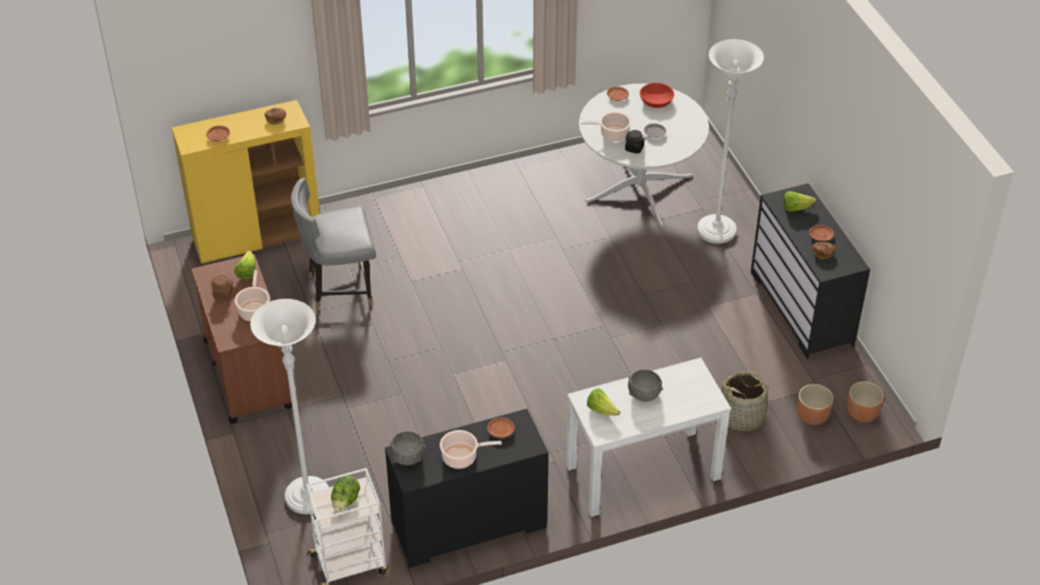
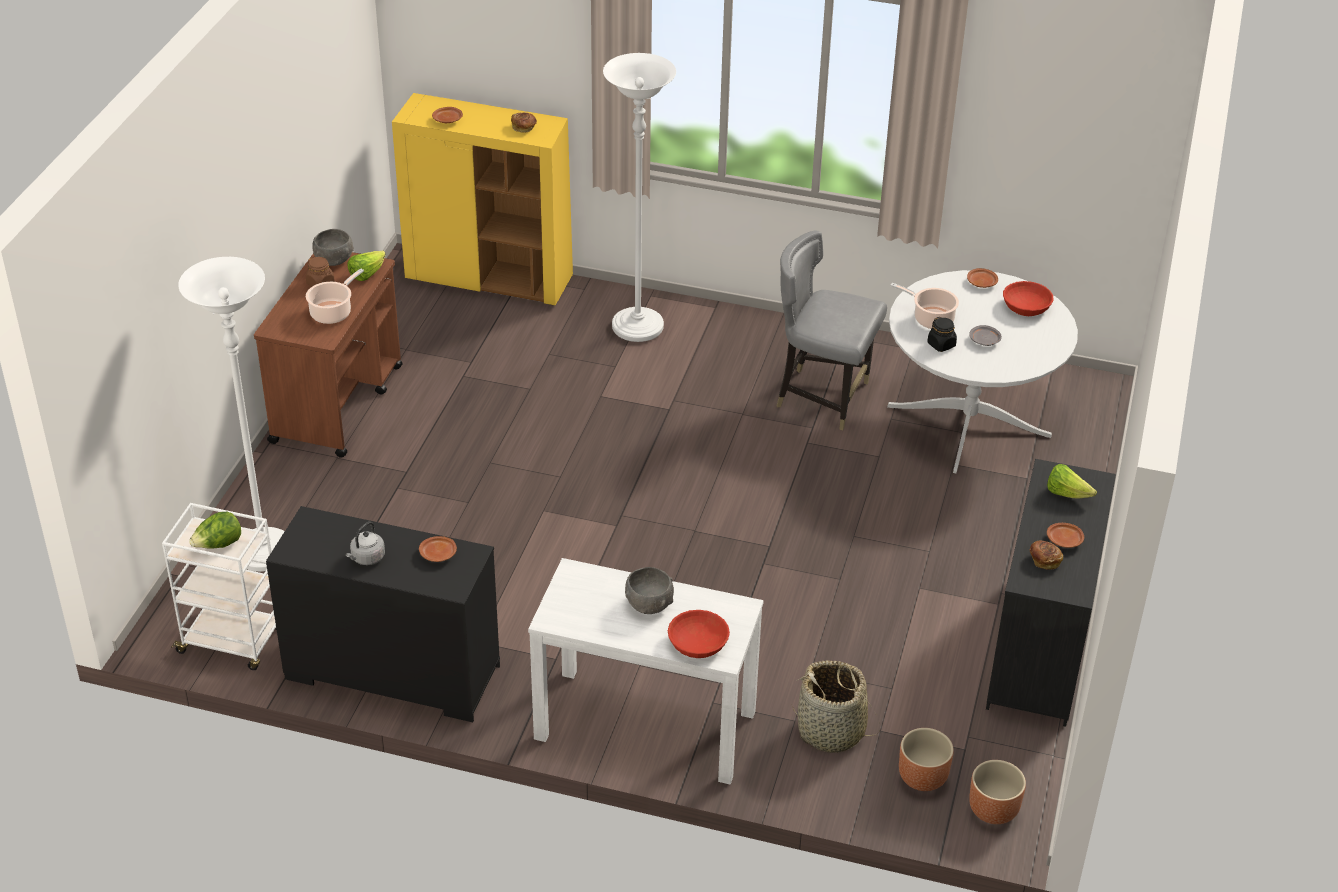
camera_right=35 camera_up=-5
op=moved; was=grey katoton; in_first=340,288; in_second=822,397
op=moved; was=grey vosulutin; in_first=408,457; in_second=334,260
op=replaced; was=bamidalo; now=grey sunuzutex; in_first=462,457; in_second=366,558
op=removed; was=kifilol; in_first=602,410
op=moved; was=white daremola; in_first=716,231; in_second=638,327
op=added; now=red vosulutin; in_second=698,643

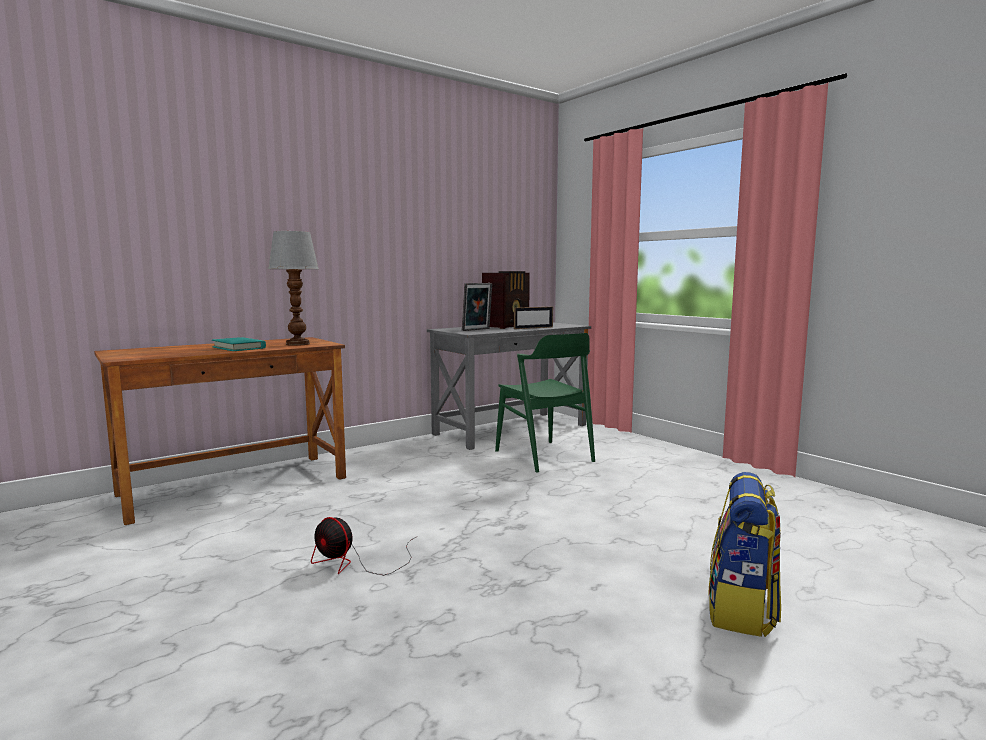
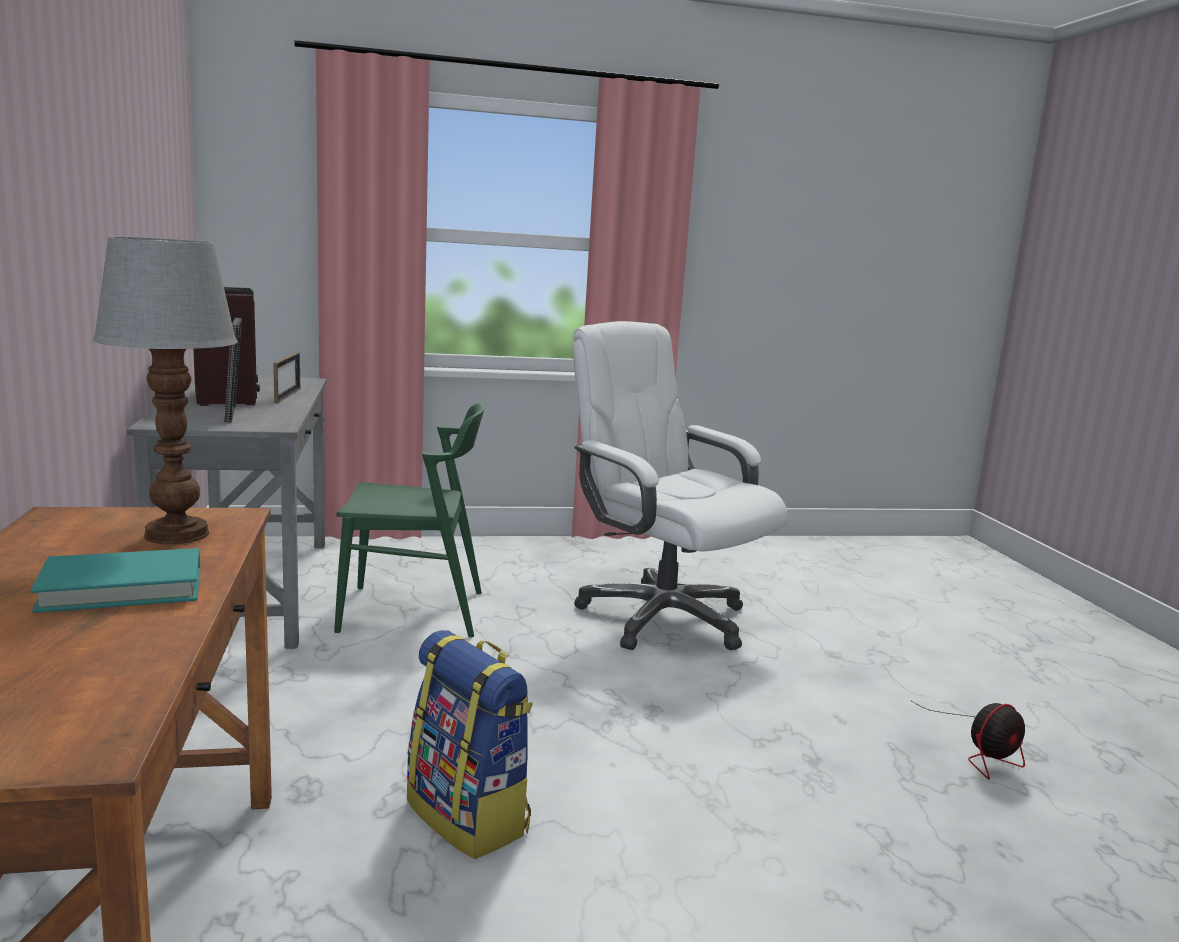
camera_right=-65 camera_up=5
op=moved; was=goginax; in_first=357,563; in_second=985,751
op=moved; was=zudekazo; in_first=742,610; in_second=470,816
op=added; now=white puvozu; in_second=662,617

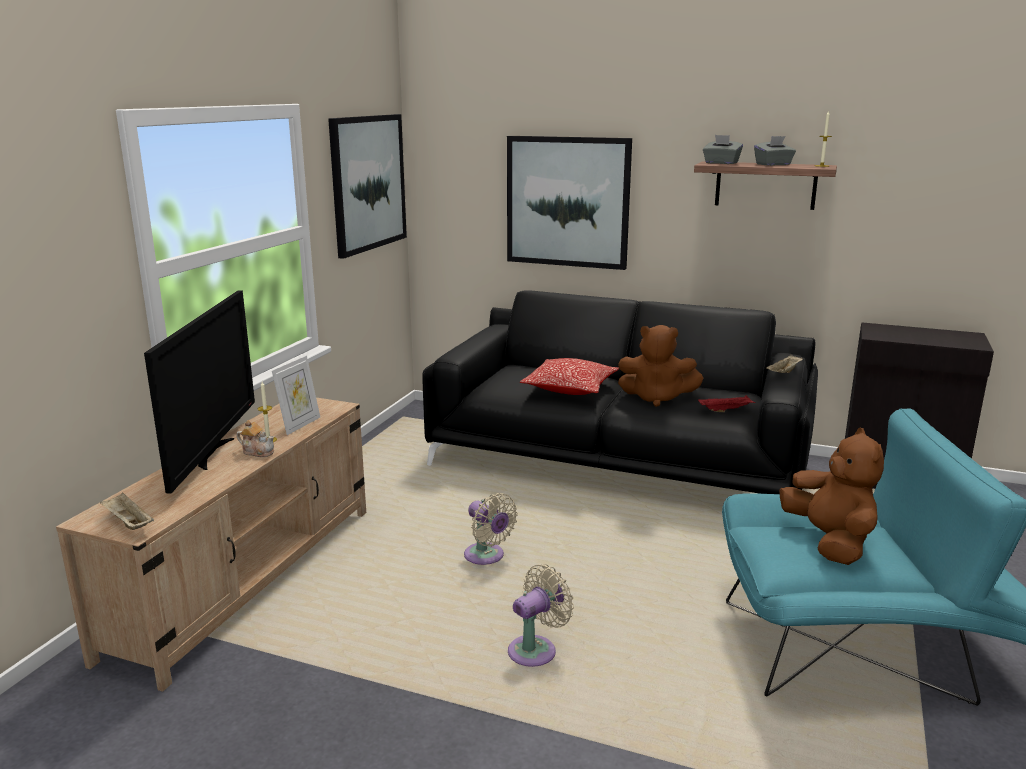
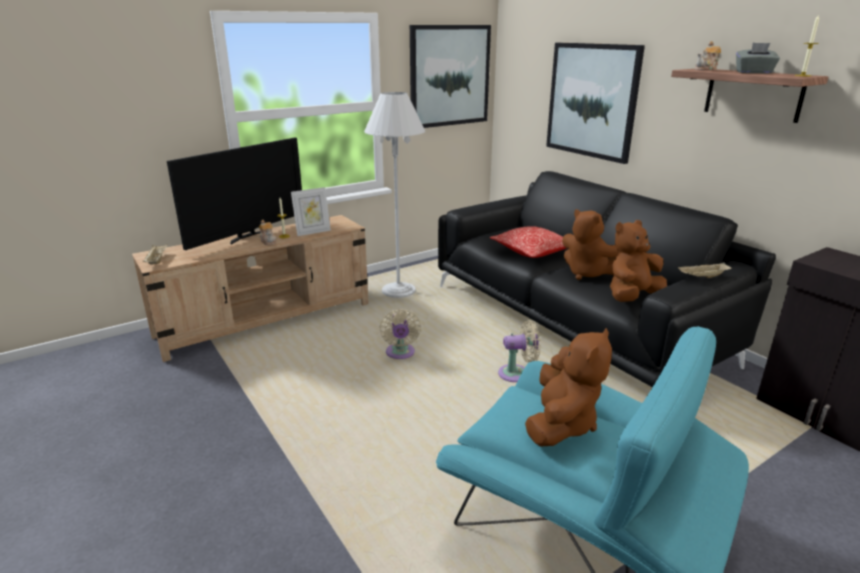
camera_right=35 camera_up=5
op=moved; was=beige goginax; in_first=536,650; in_second=517,374
op=replaced; was=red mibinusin; now=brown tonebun; in_first=726,410; in_second=632,297
op=replaced; was=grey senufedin; now=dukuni; in_first=721,163; in_second=706,69
op=added; now=white daremola; in_second=398,291

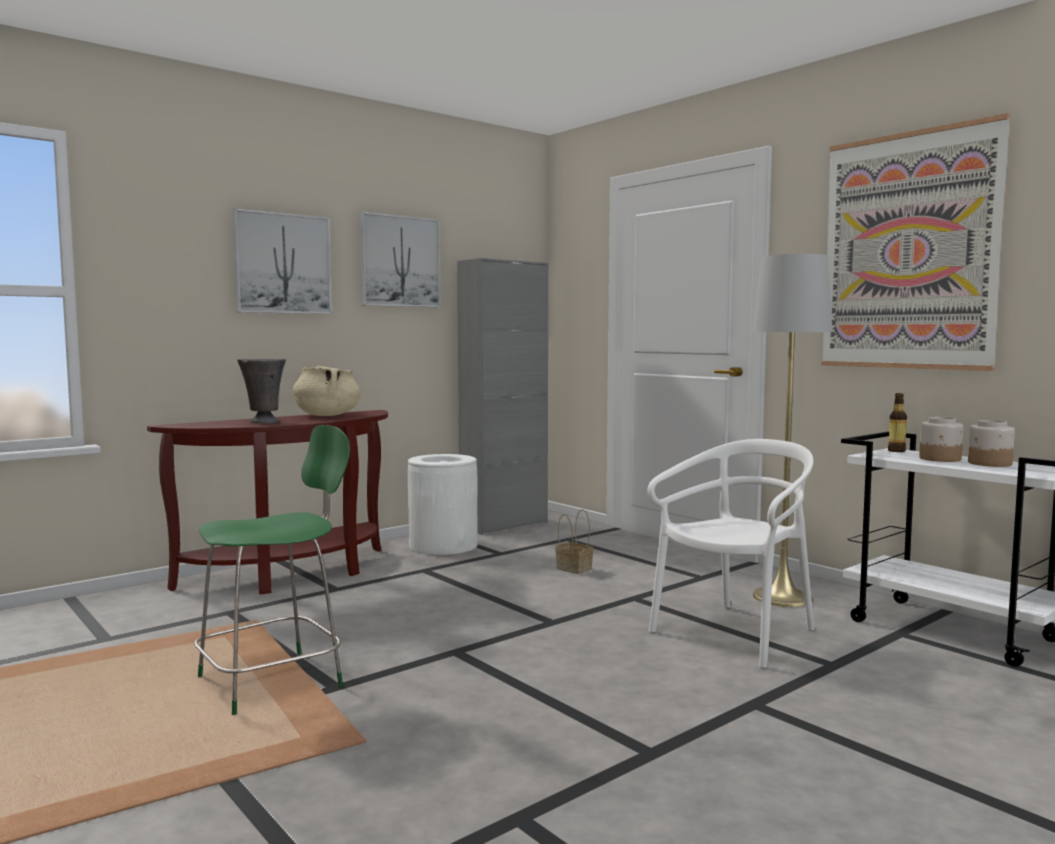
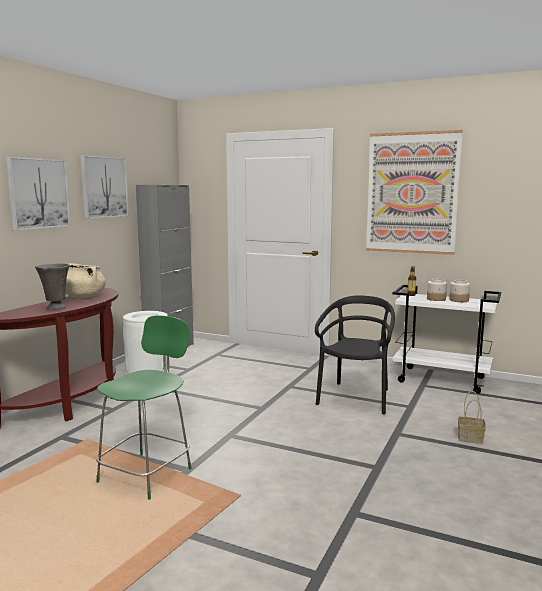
camera_right=-25 camera_up=5
op=moved; was=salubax; in_first=572,569; in_second=469,438
op=recoloured; was=white katoton; now=black katoton; in_first=735,633; in_second=356,398
op=removed; was=grey daremola; in_first=782,597

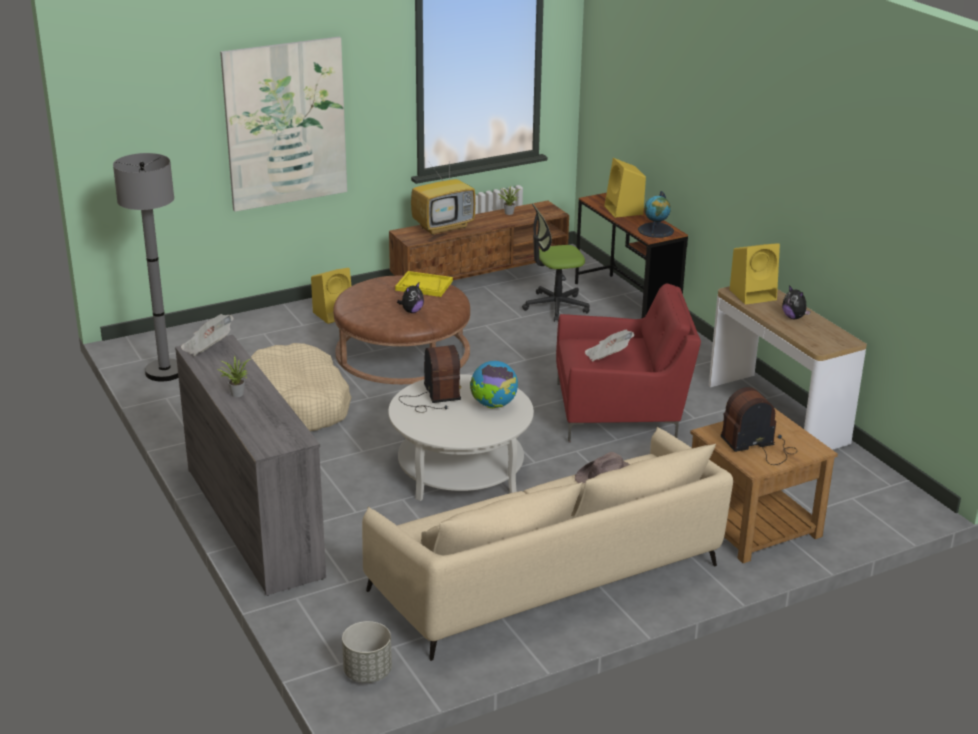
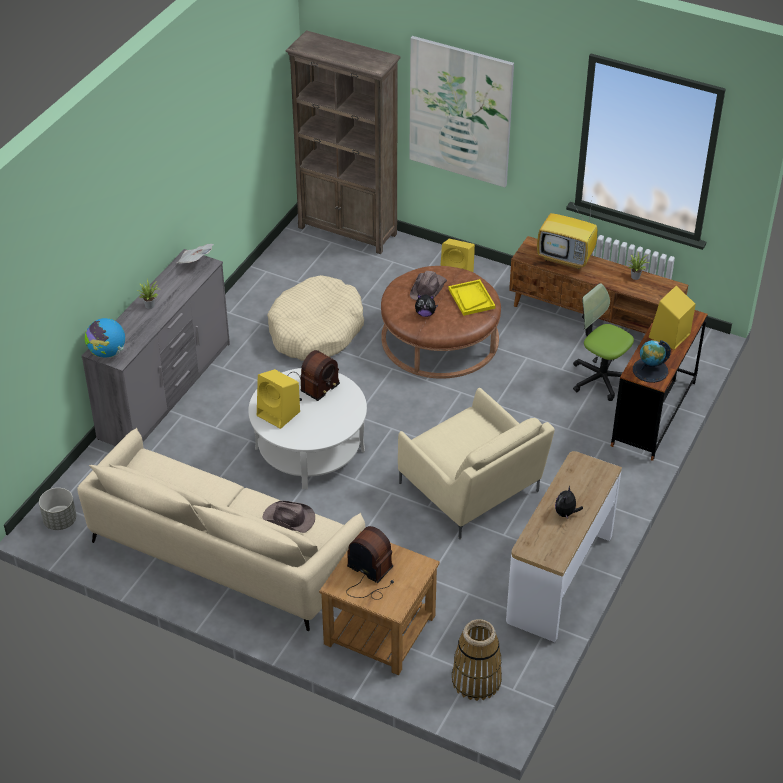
camera_right=55 camera_up=15
op=removed; was=grey daremola; in_first=165,372
op=moved; was=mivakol; in_first=493,405; in_second=107,352
op=recoloured; was=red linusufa; now=beige linusufa; in_first=621,411; in_second=472,491
op=removed; was=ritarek; in_first=607,356
op=moved; was=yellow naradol; in_first=753,294; in_second=279,414
op=added; now=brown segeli; in_second=348,231
op=added; now=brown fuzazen; in_second=428,288
op=added; now=salubax; in_second=476,680

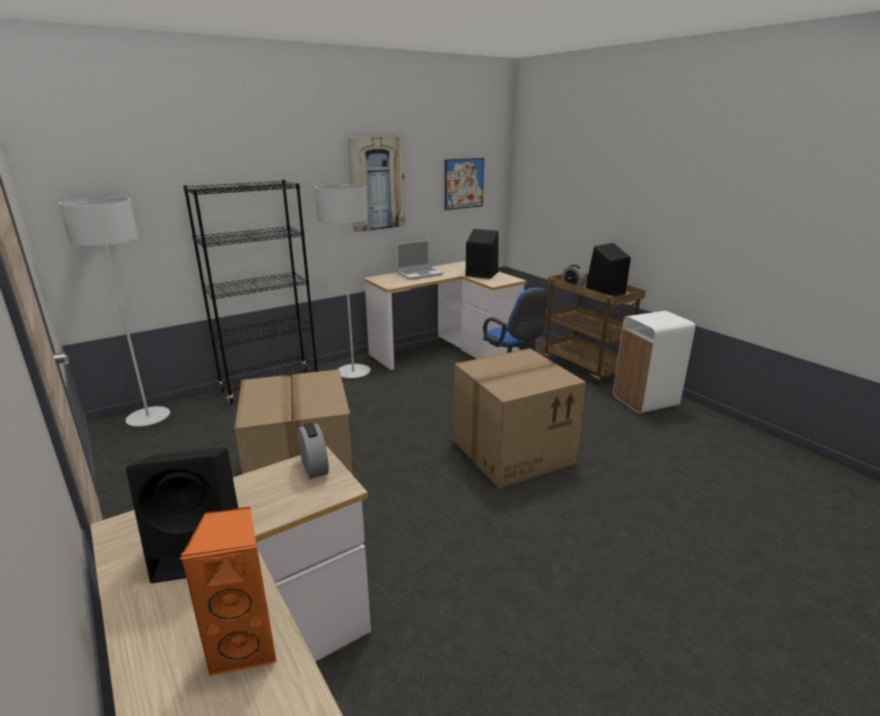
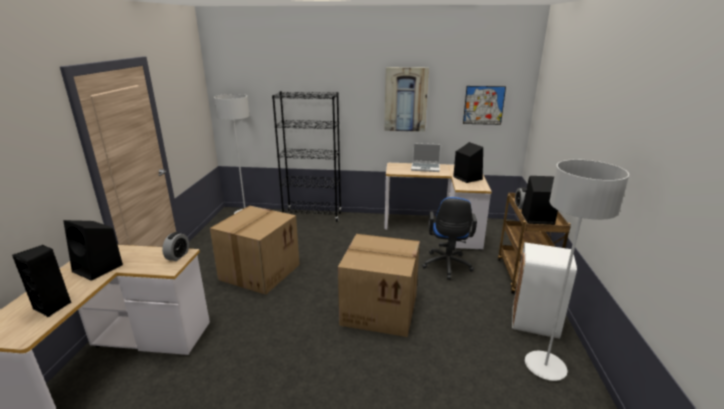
camera_right=40 camera_up=0
op=recoloured; was=orange naradol; now=black naradol; in_first=247,645; in_second=53,307
op=moved; was=grey daremola; in_first=353,372; in_second=545,367

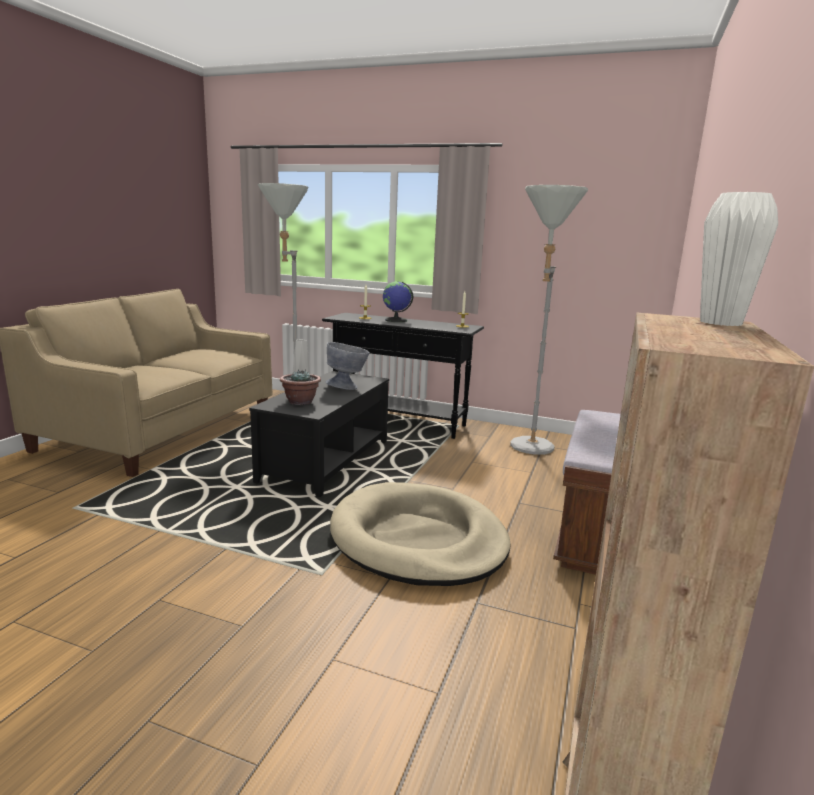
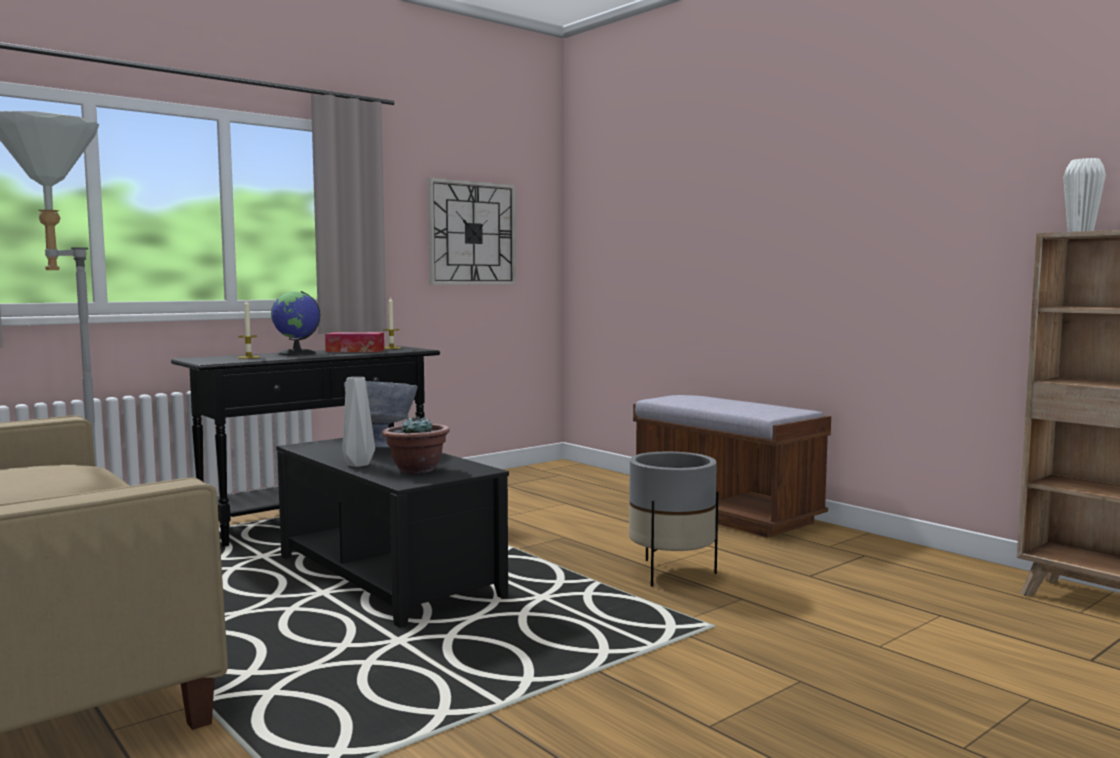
camera_right=-60 camera_up=-10
op=replaced; was=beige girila; now=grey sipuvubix; in_first=418,539; in_second=671,573
op=removed; was=grey daremola; in_first=529,450
op=added; now=senufedin; in_second=355,351
op=added; now=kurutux; in_second=472,233

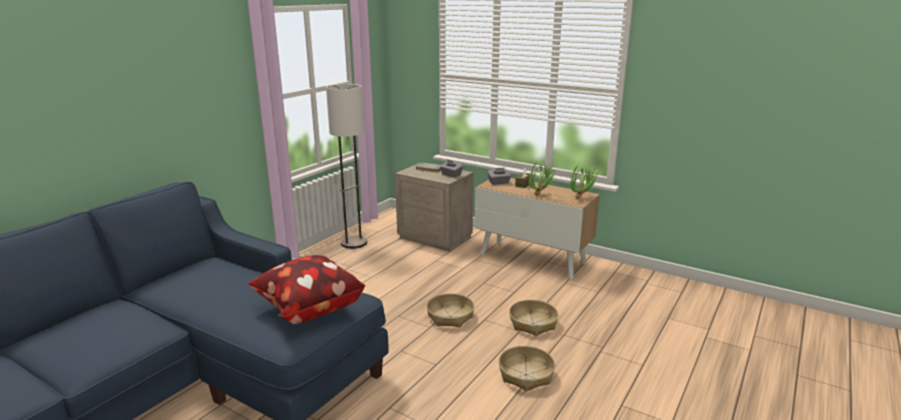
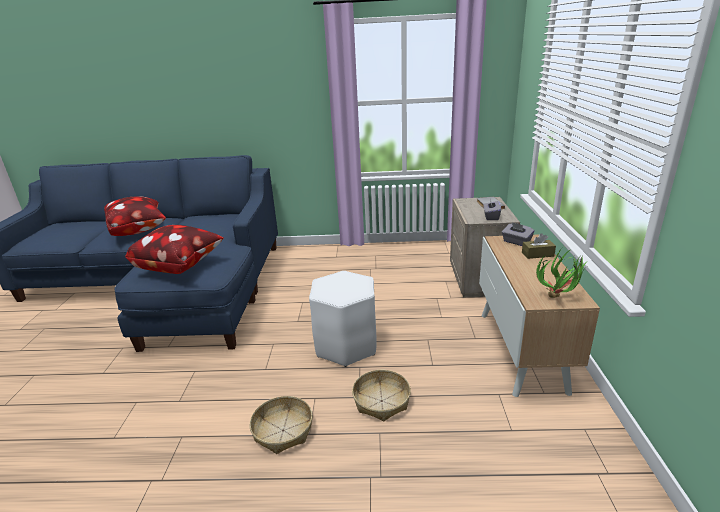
camera_right=60 camera_up=5
op=removed; was=daremola; in_first=354,243
op=replaced; was=salubax; now=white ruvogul; in_first=450,316; in_second=346,345
op=removed; was=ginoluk; in_first=540,194
op=added; now=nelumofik; in_second=139,230

